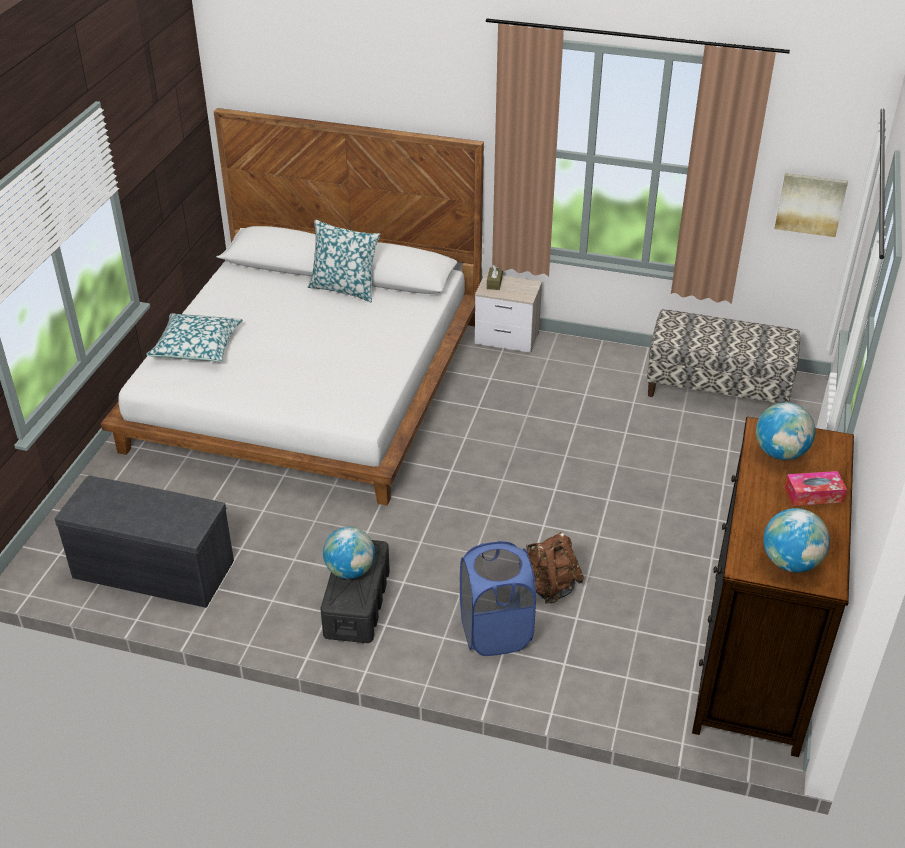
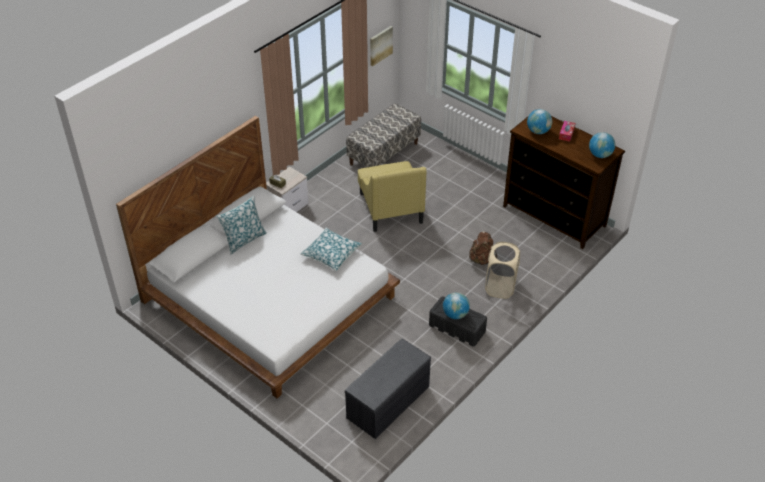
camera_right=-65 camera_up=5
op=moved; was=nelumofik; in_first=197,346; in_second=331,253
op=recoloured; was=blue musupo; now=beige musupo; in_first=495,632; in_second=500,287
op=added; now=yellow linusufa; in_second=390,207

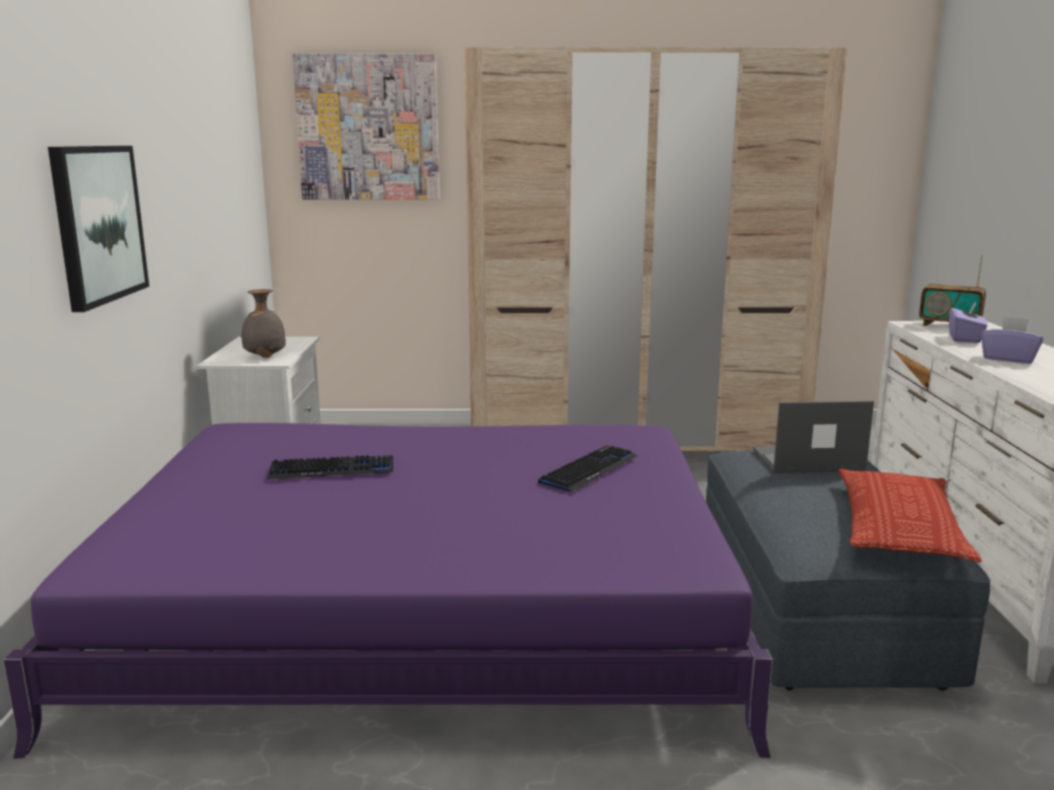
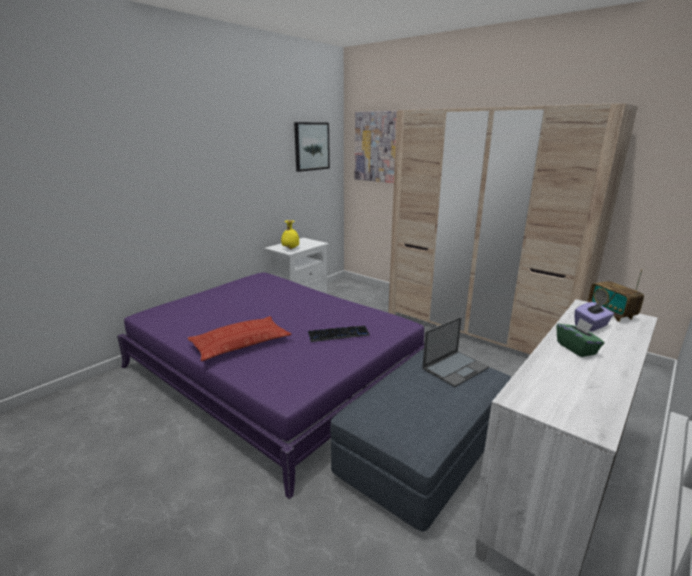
camera_right=40 camera_up=5
op=moved; was=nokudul; in_first=98,224; in_second=311,146
op=recoloured; was=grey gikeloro; now=yellow gikeloro; in_first=264,357; in_second=290,248
op=removed; was=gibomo; in_first=332,470
op=turned; was=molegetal; in_first=806,460; in_second=455,368; clockwise=105
op=moved; was=nelumofik; in_first=899,526; in_second=240,343
op=recoloured; was=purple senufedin; now=green senufedin; in_first=1009,359; in_second=576,348

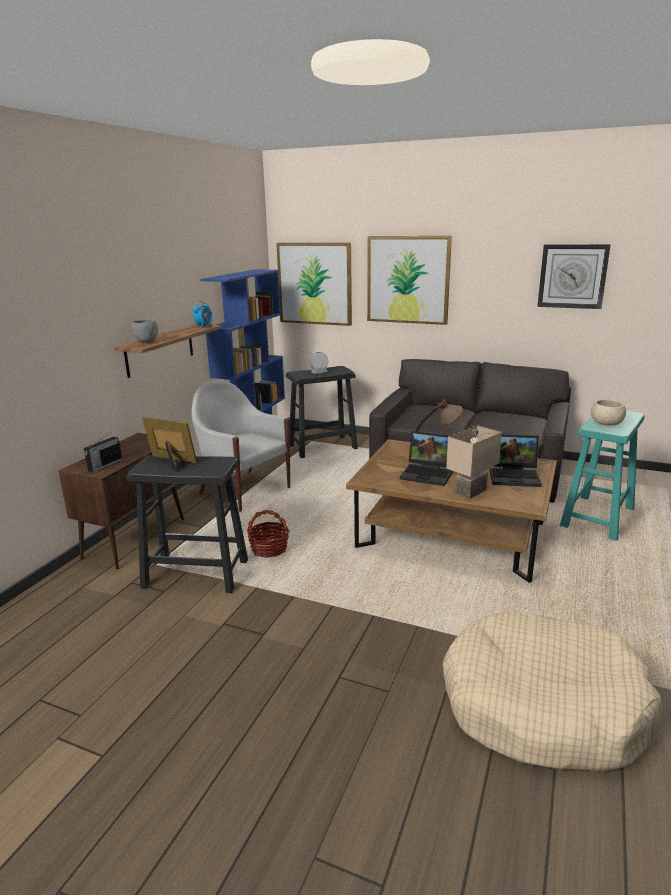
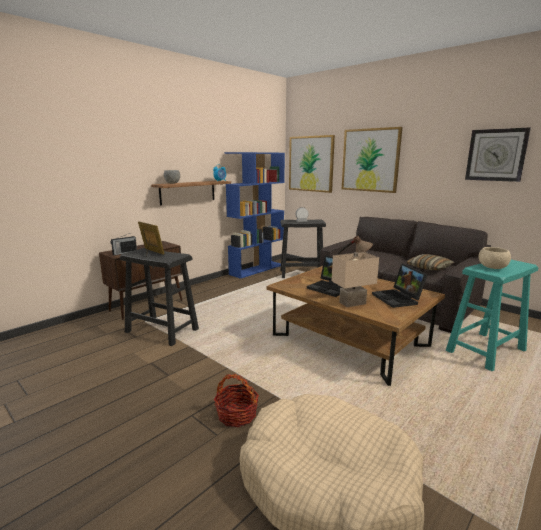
camera_right=20 camera_up=-5
op=removed; was=white linusufa; in_first=244,490
op=moved; was=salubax; in_first=269,548; in_second=236,414
op=turned; was=molegetal; in_first=515,476; in_second=398,299; clockwise=45
op=added; now=nelumofik; in_second=429,268

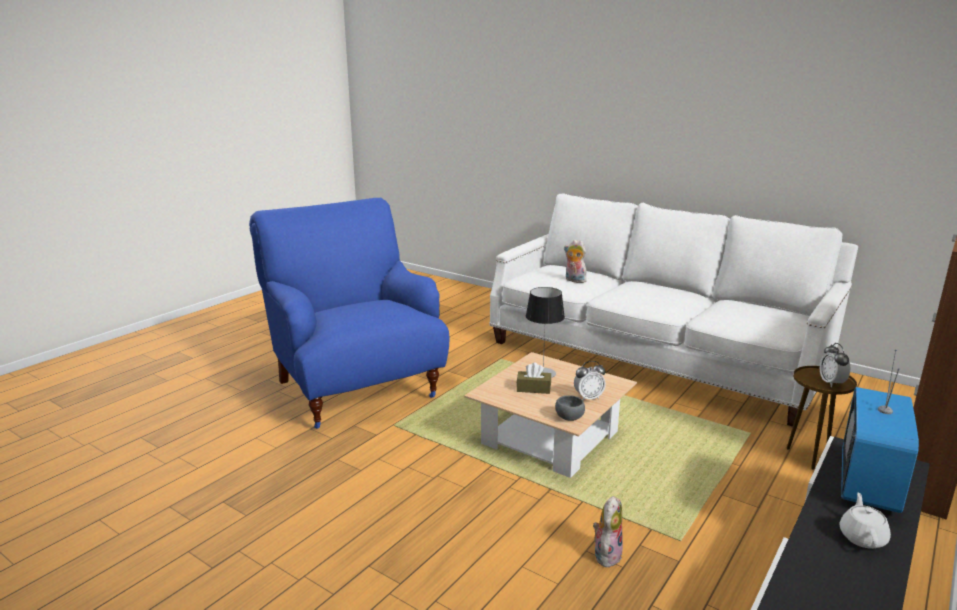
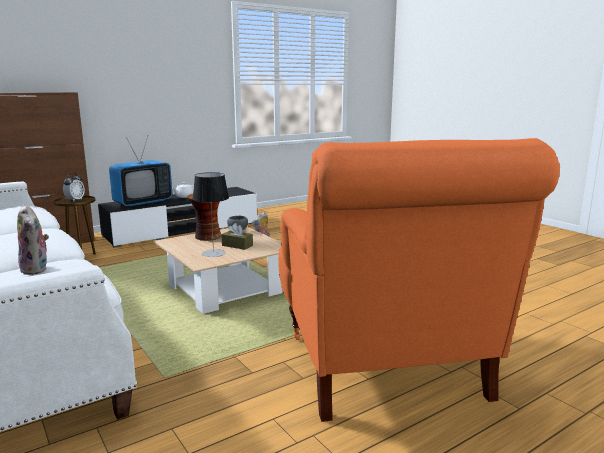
camera_right=-160 camera_up=-5
op=recoloured; was=blue linusufa; now=orange linusufa; in_first=355,388; in_second=384,367
op=replaced; was=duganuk; now=gikeloro; in_first=588,398; in_second=207,237

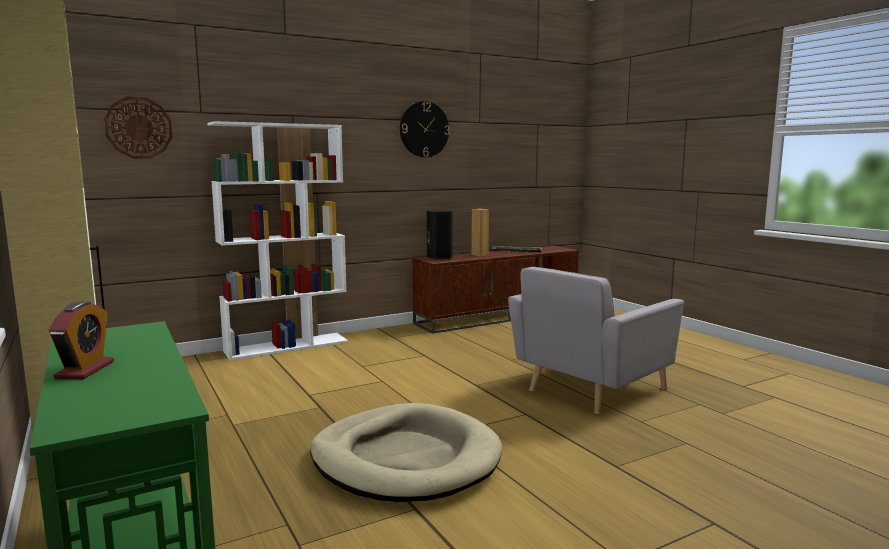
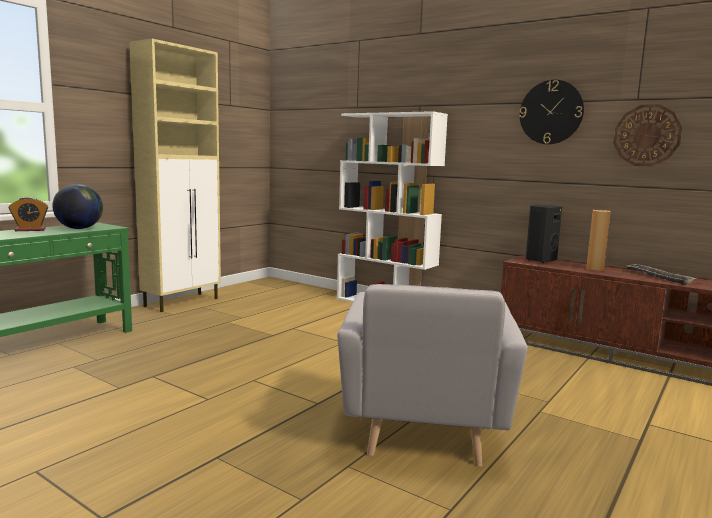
camera_right=65 camera_up=0
op=moved; was=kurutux; in_first=139,128; in_second=647,135
op=removed; was=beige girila; in_first=405,459
op=turned; was=grey linusufa; in_first=590,389; in_second=424,428; clockwise=-105
op=added; now=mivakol; in_second=79,228

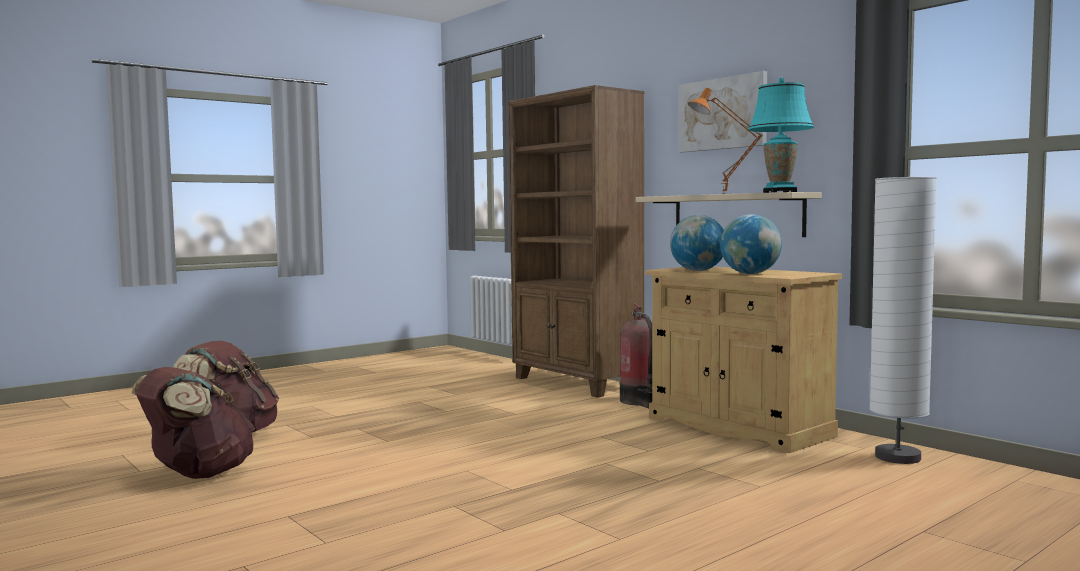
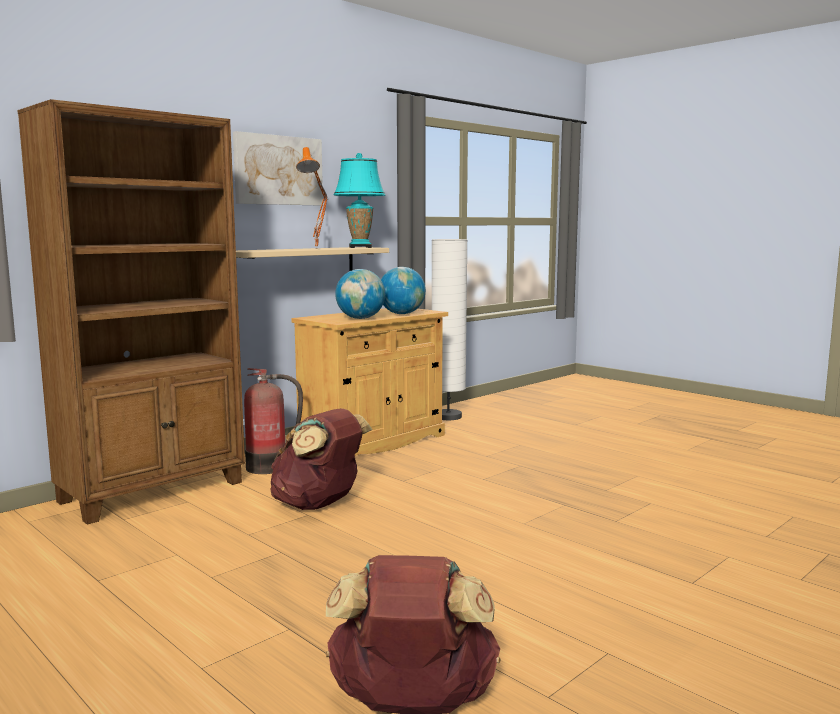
camera_right=-95 camera_up=5
op=moved; was=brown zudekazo; in_first=198,475; in_second=319,504

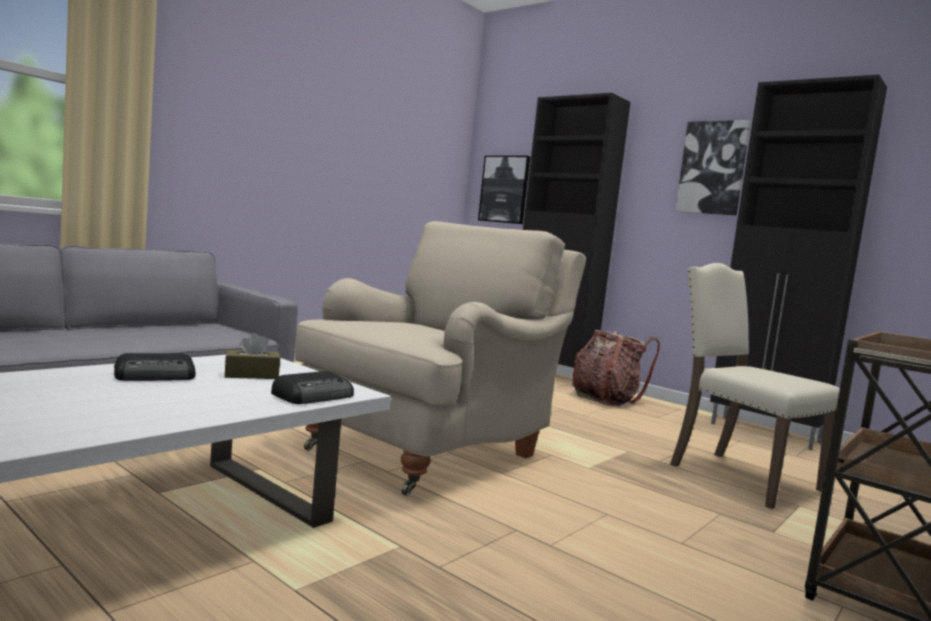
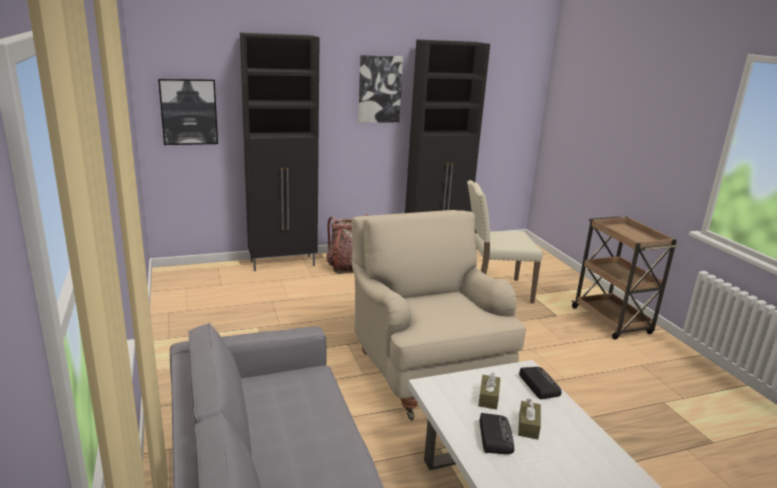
camera_right=-60 camera_up=15
op=added; now=brown senufedin; in_second=528,426

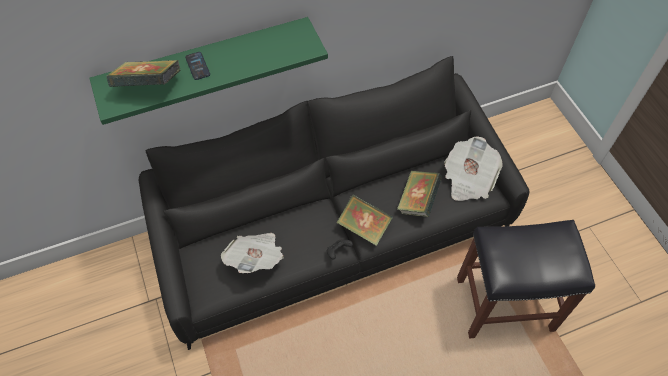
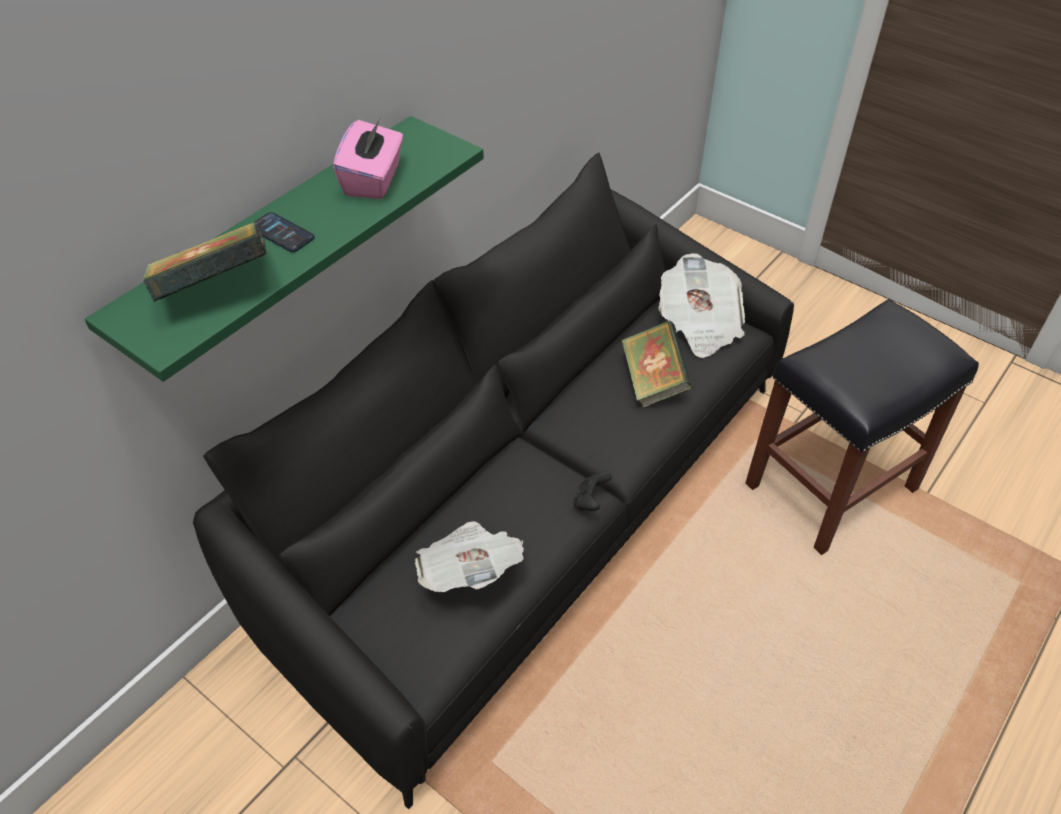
camera_right=-30 camera_up=-10
op=removed; was=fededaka; in_first=364,227
op=added; now=pink senufedin; in_second=373,180

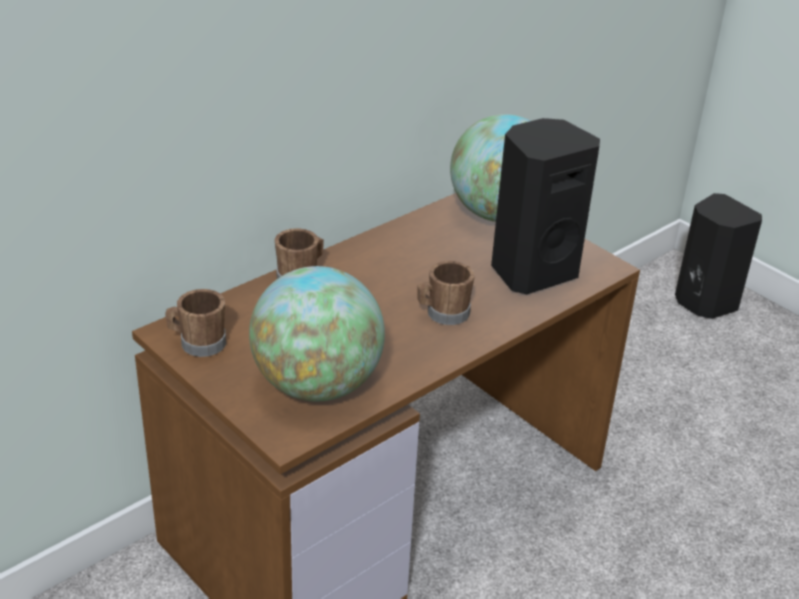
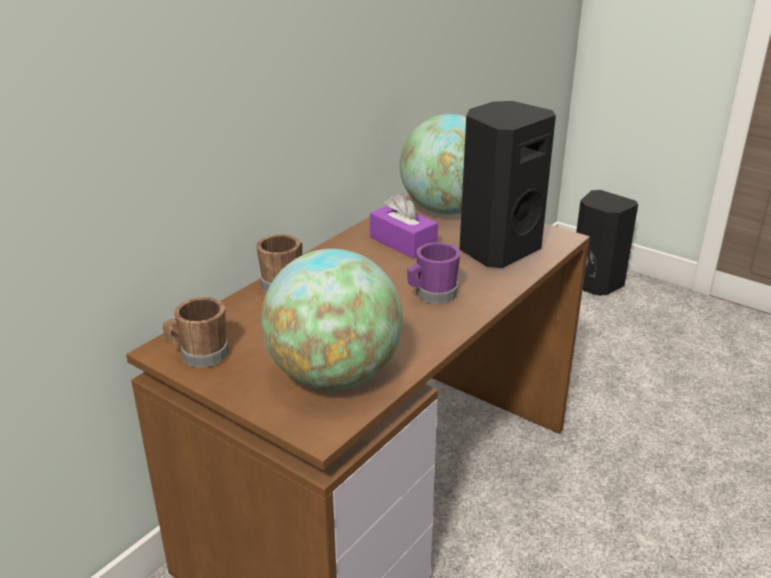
camera_right=-10 camera_up=-5
op=recoloured; was=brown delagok; now=purple delagok; in_first=443,314; in_second=432,295
op=added; now=purple senufedin; in_second=403,242

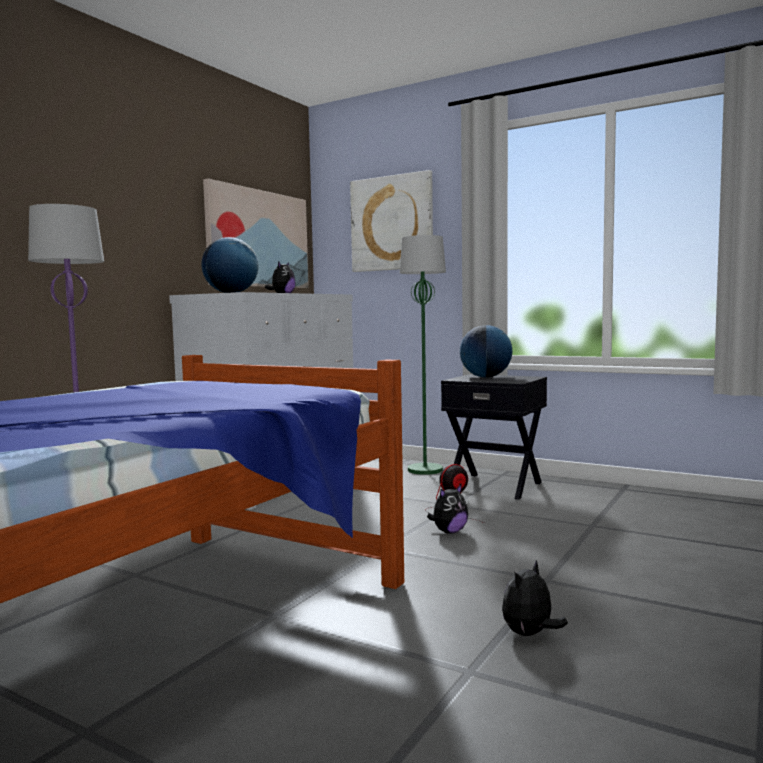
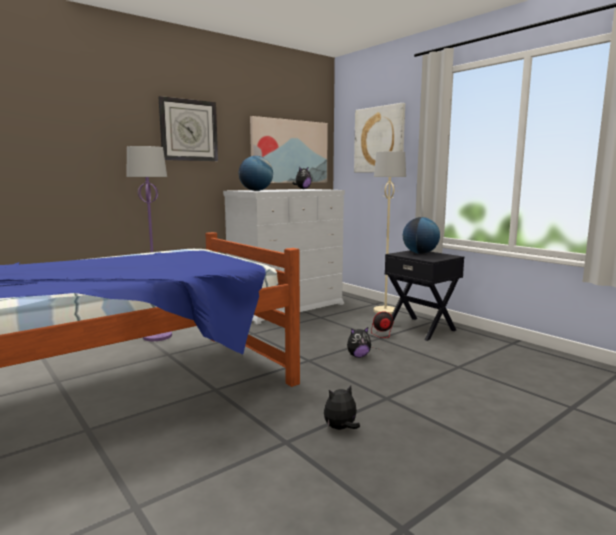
camera_right=20 camera_up=5
op=recoloured; was=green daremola; now=beige daremola; in_first=425,470; in_second=385,311
op=added; now=kurutux; in_second=188,130

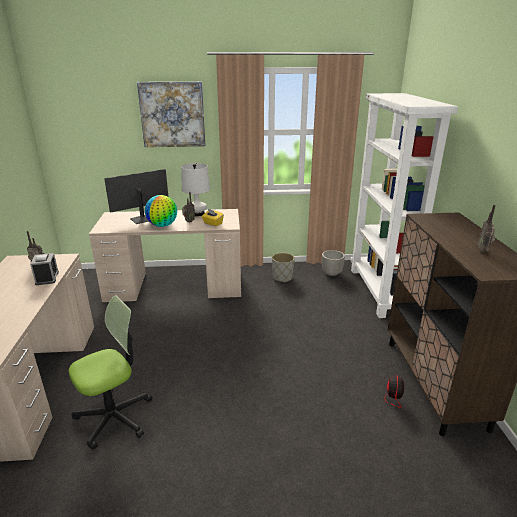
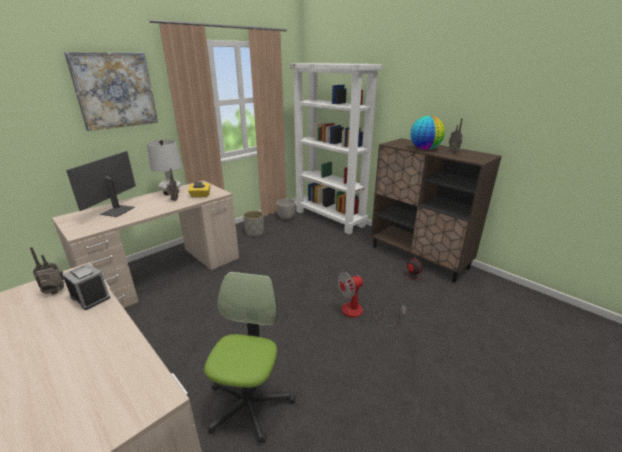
camera_right=-40 camera_up=0
op=moved; was=mivakol; in_first=162,225; in_second=425,149
op=added; now=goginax; in_second=360,313

